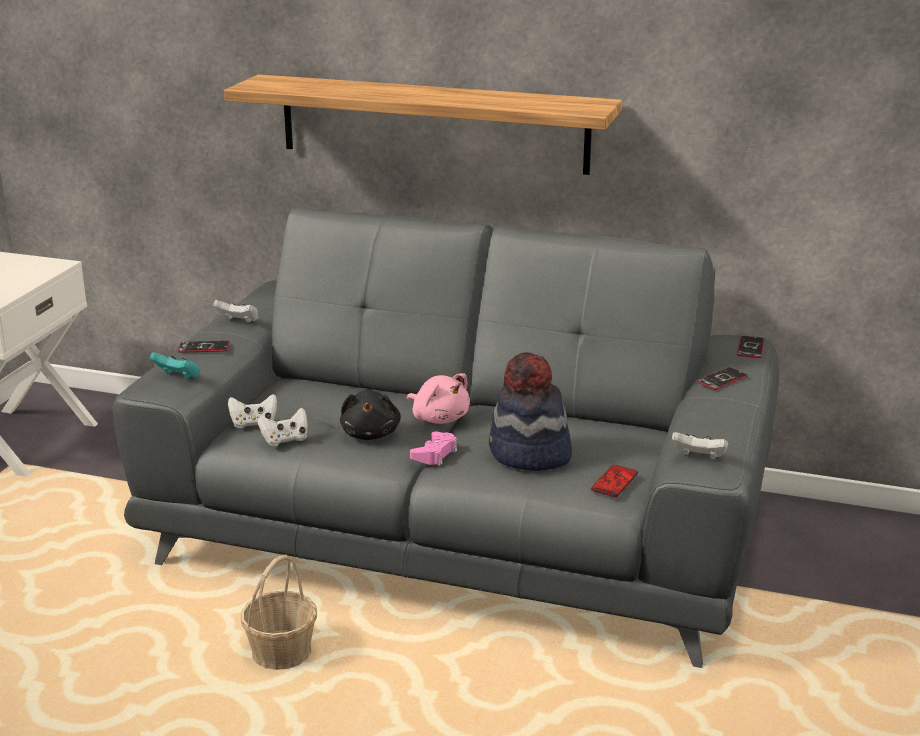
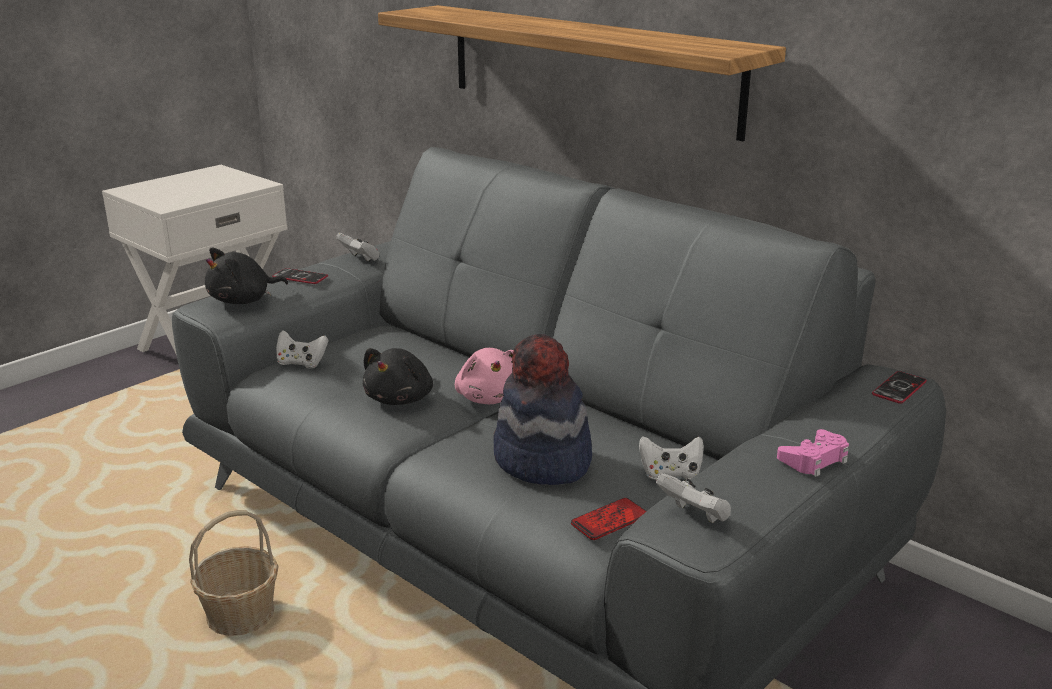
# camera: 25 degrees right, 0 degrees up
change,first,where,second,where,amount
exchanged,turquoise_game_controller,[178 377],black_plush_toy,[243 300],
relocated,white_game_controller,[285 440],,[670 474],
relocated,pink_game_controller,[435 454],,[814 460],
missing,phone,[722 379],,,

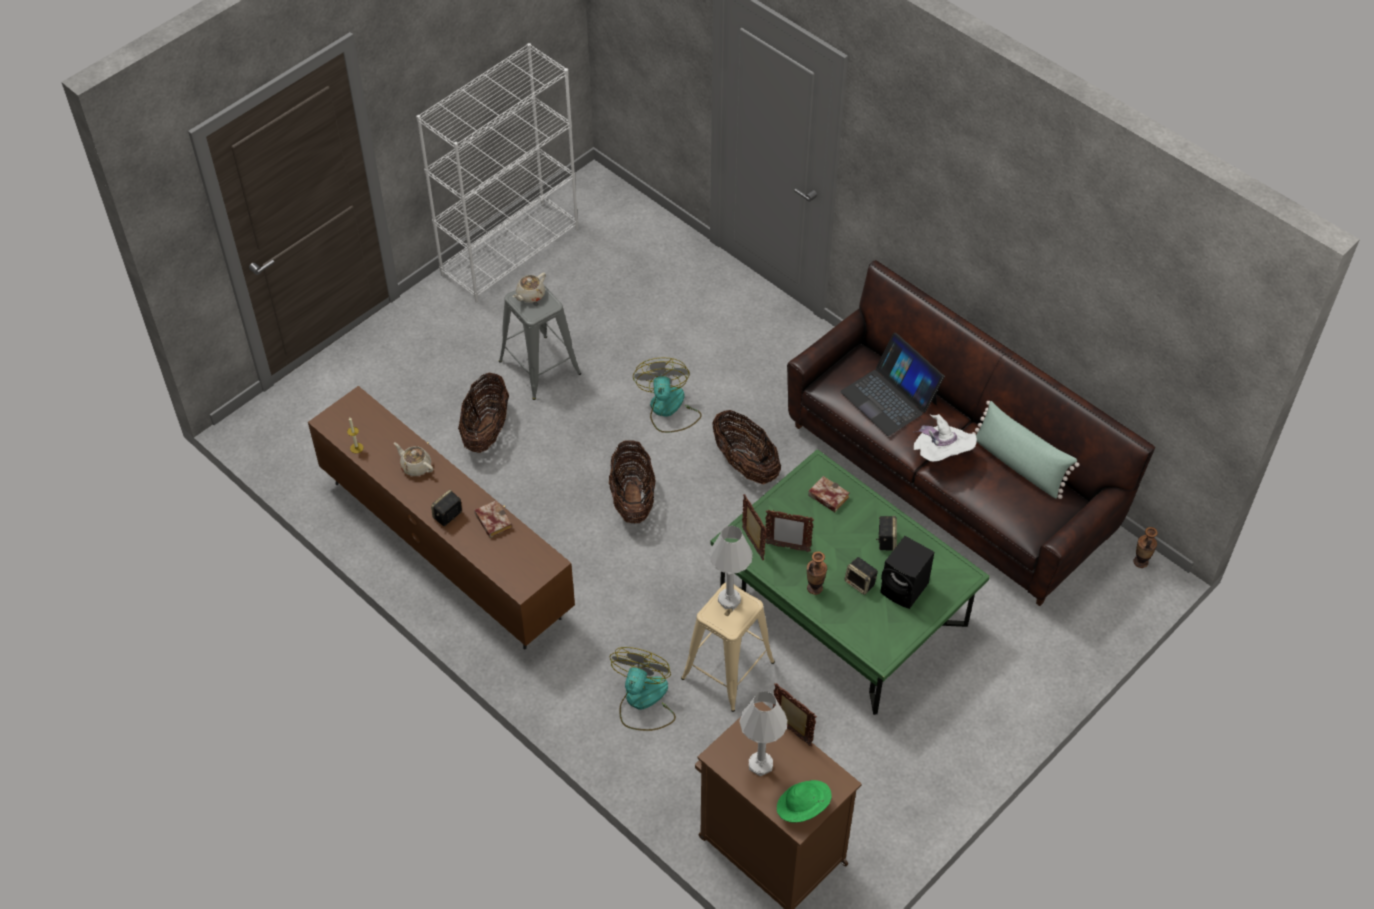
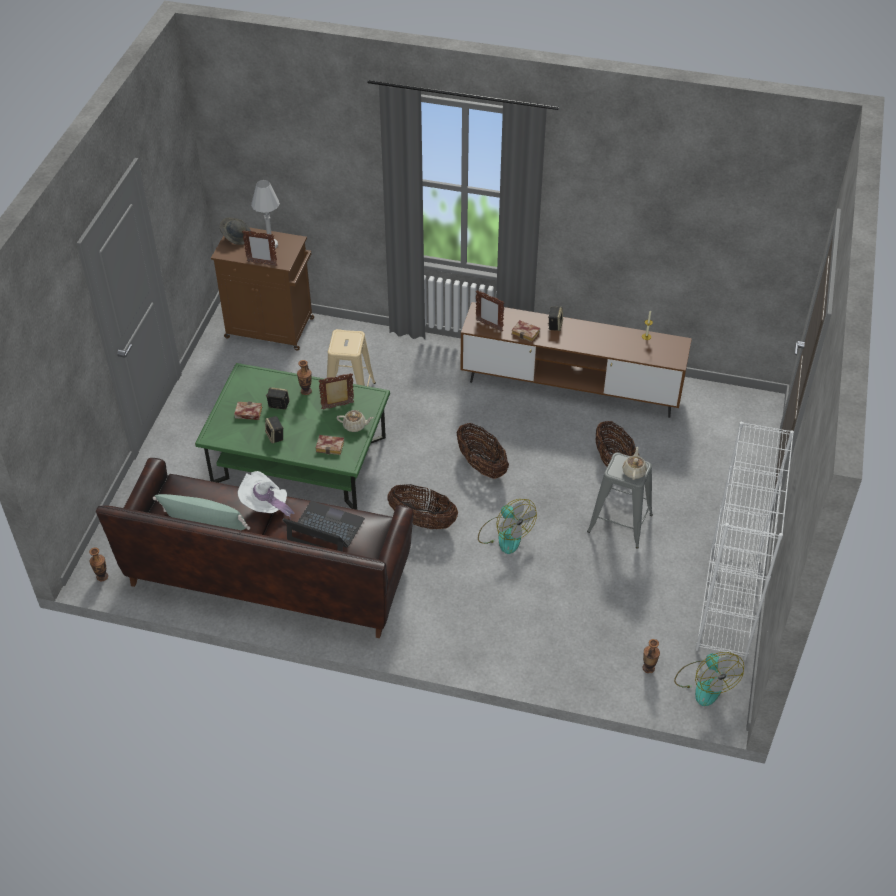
# camera: 150 degrees right, 5 degrees down
change,first,where,second,where,amount
colour,green_hat,[802 808],grey_hat,[236 237],
exchanged,black_speaker,[905 589],book,[247 413],
relocated,beige_teapot,[415 466],,[355 426],
relocated,picture_frame,[752 544],,[489 326],
appeared,,,vase,[648 668],
relocated,fan,[643 702],,[704 683],
missing,white_table_lamp,[729 599],,,

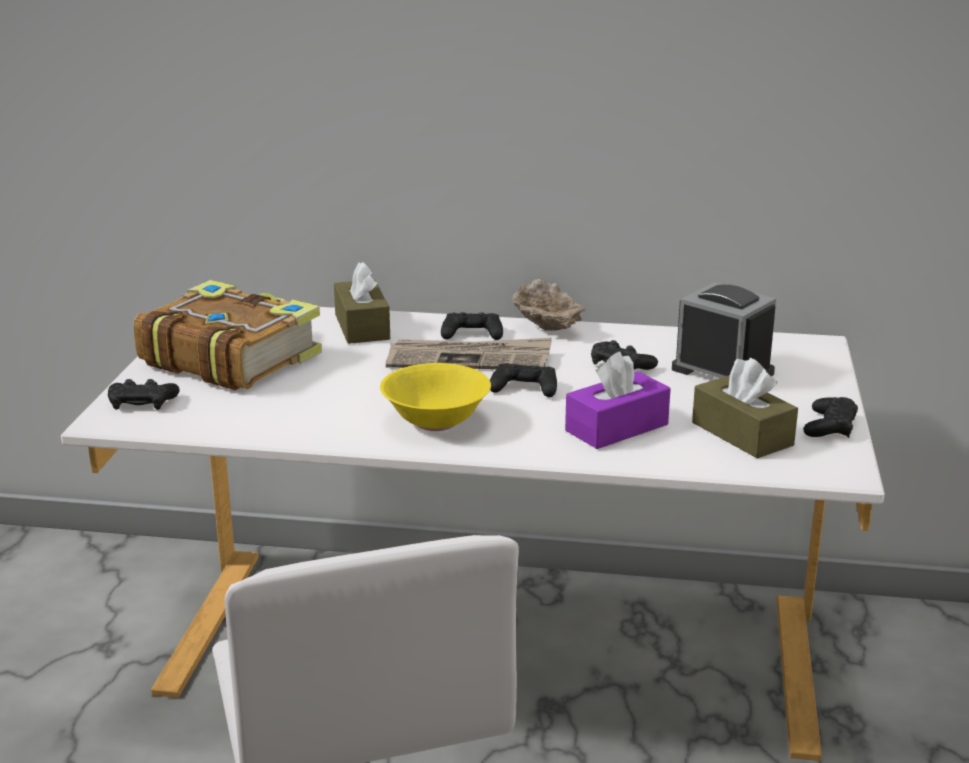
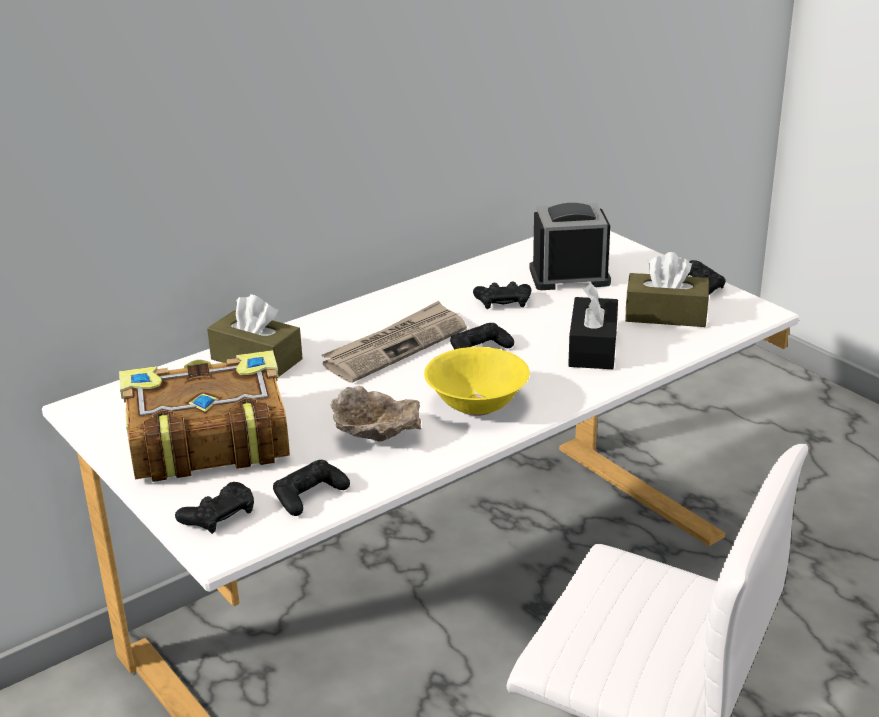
# camera: 45 degrees left, 5 degrees up
change,first,where,second,where,amount
relocated,black_game_controller,[472 334],,[309 495],
relocated,beige_bowl,[547 329],,[377 439],
colour,purple_tissue_box,[616 427],black_tissue_box,[593 348],

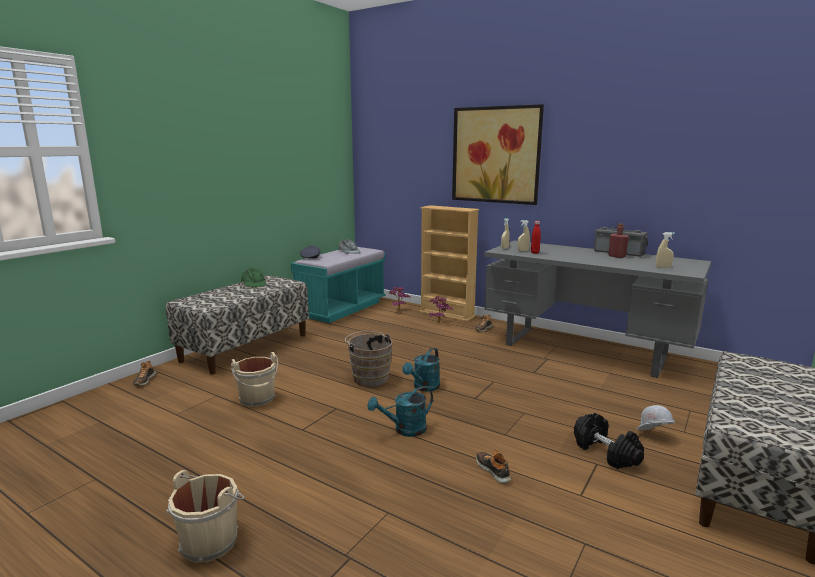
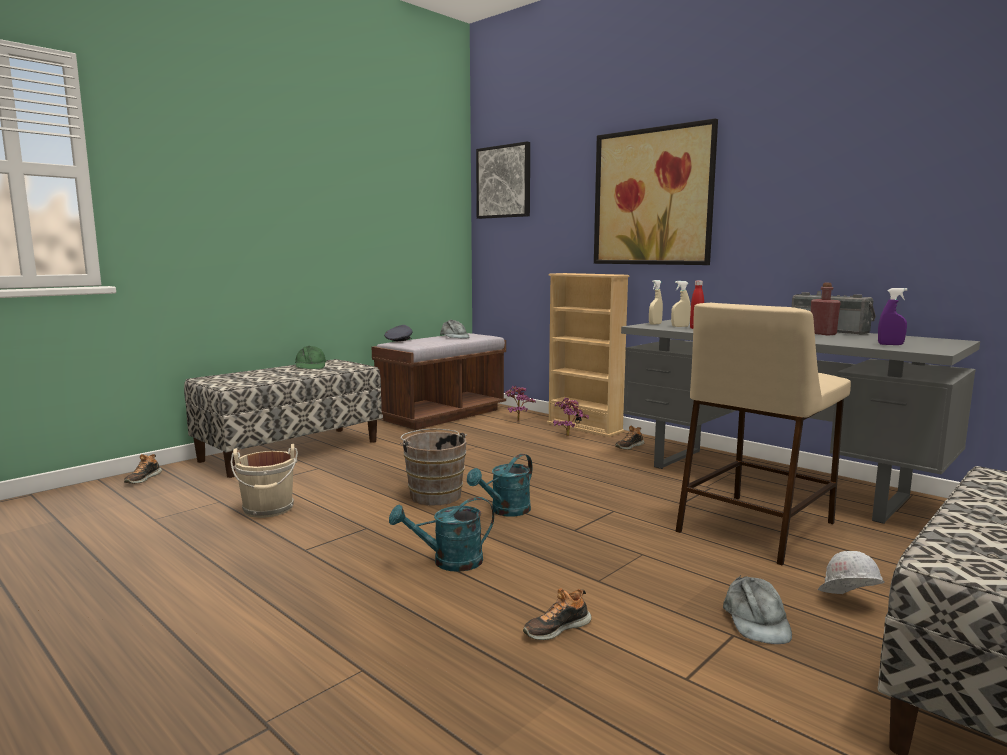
# camera: 10 degrees right, 5 degrees down
change,first,where,second,where,amount
colour,turquoise_bench,[341 309],brown_bench,[442 415],
appeared,,,picture,[504 182],
spun,shoe,[493 470],,[556 628],105 degrees counterclockwise
appeared,,,beige_stool,[756 526],
exchanged,black_dumbbell,[606 453],grey_cap,[756 620],
colour,beige_spray_bottle,[663 267],purple_spray_bottle,[890 344],
missing,beige_bucket,[211 541],,,

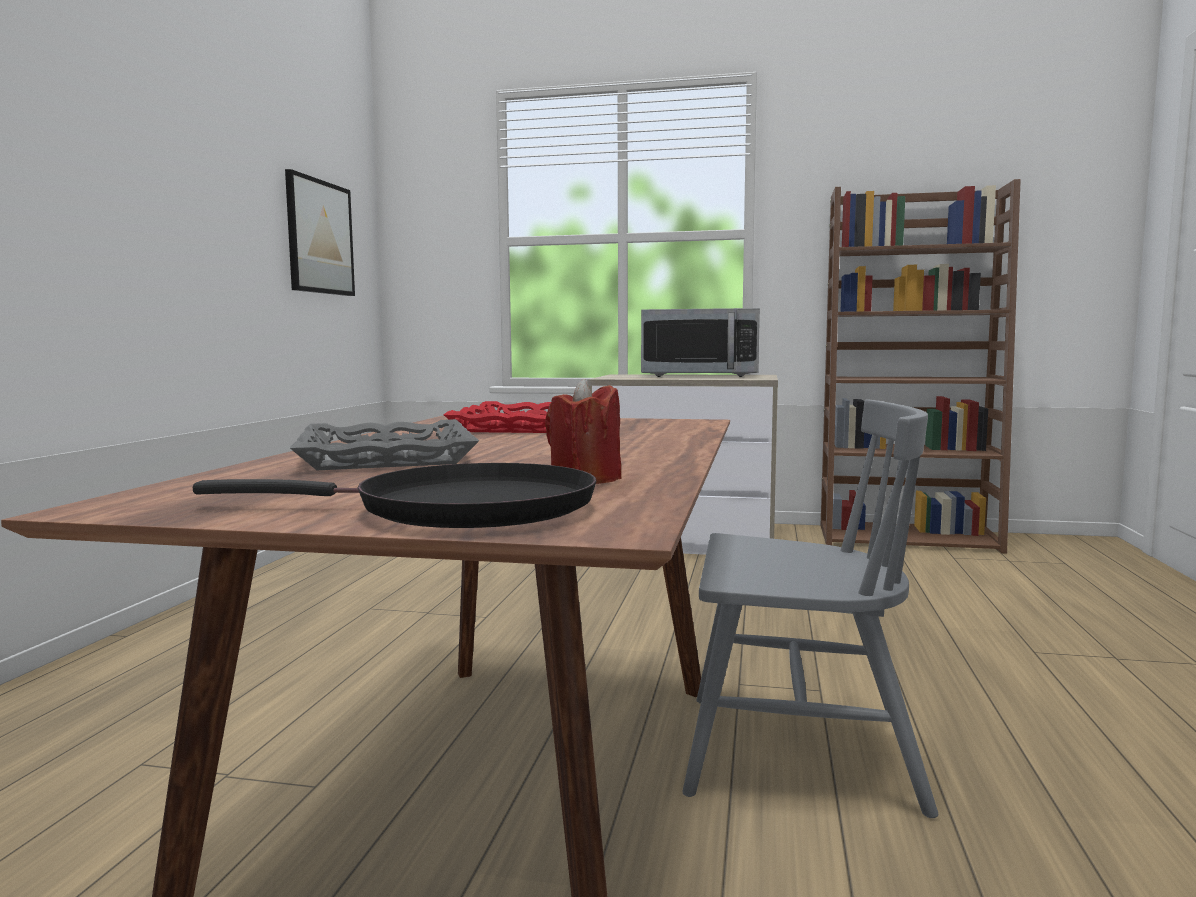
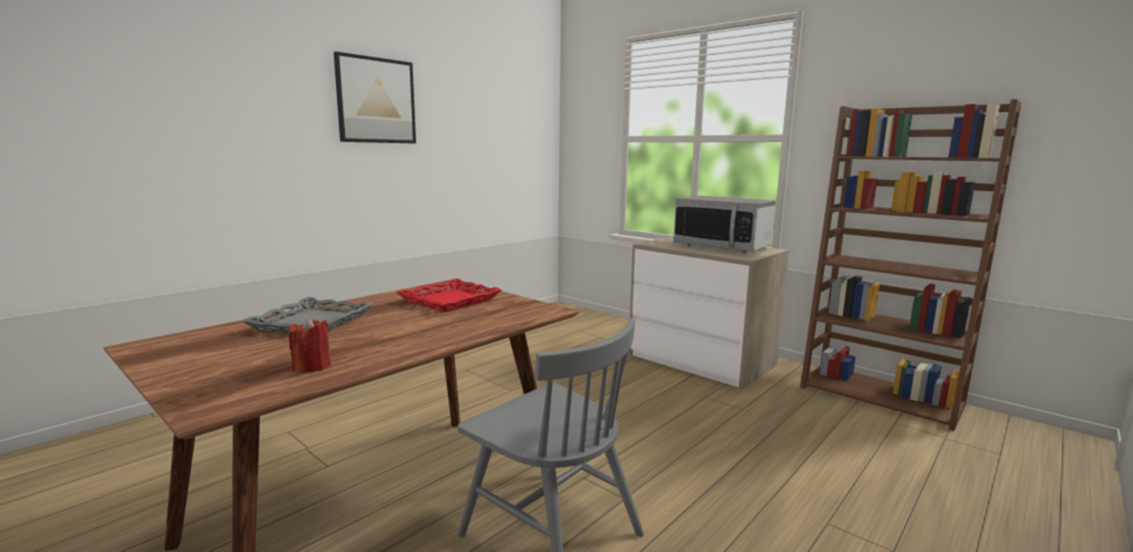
# camera: 30 degrees right, 5 degrees up
change,first,where,second,where,amount
relocated,picture,[319 237],,[376 100],
missing,black_frying_pan,[460 509],,,

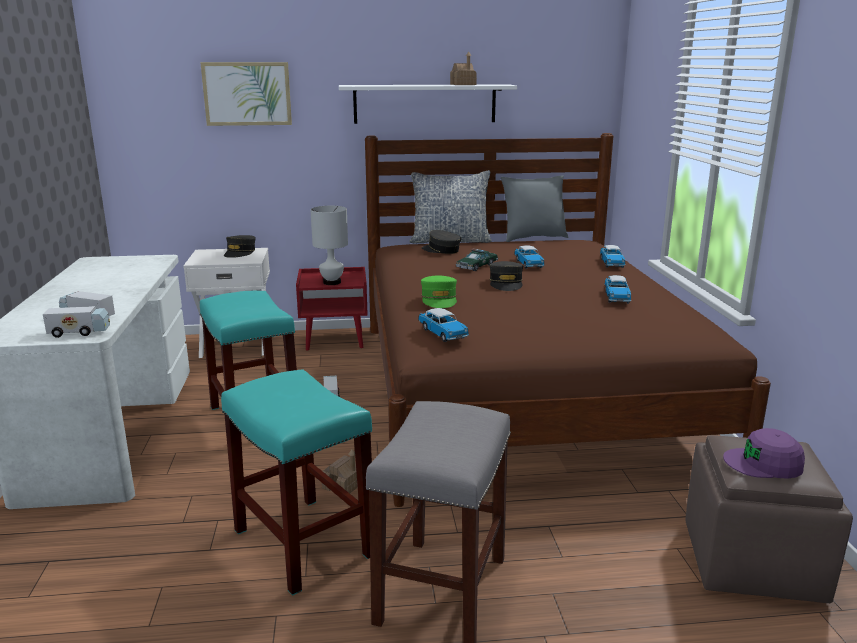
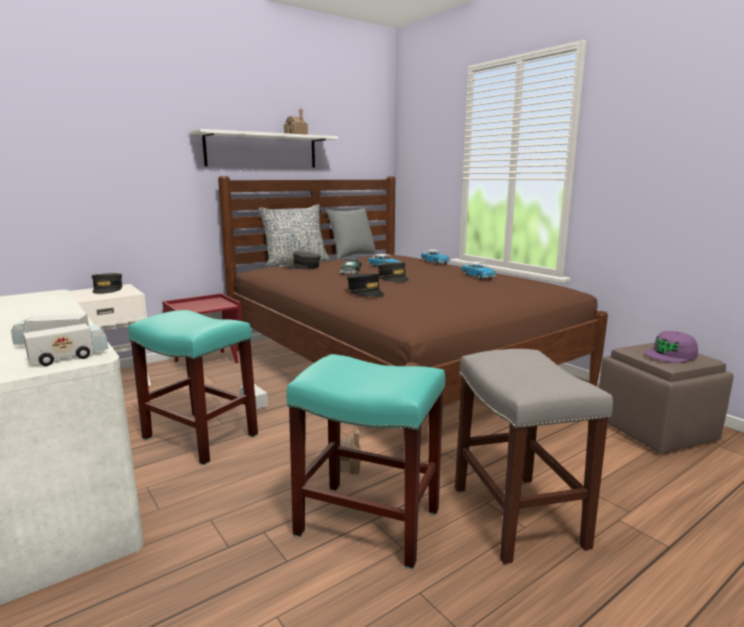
# camera: 30 degrees left, 5 degrees down
change,first,where,second,where,amount
colour,green_cap,[439 300],black_cap,[365 292],
missing,picture,[247 94],,,
missing,white_table_lamp,[331 282],,,
missing,toy_car,[443 333],,,

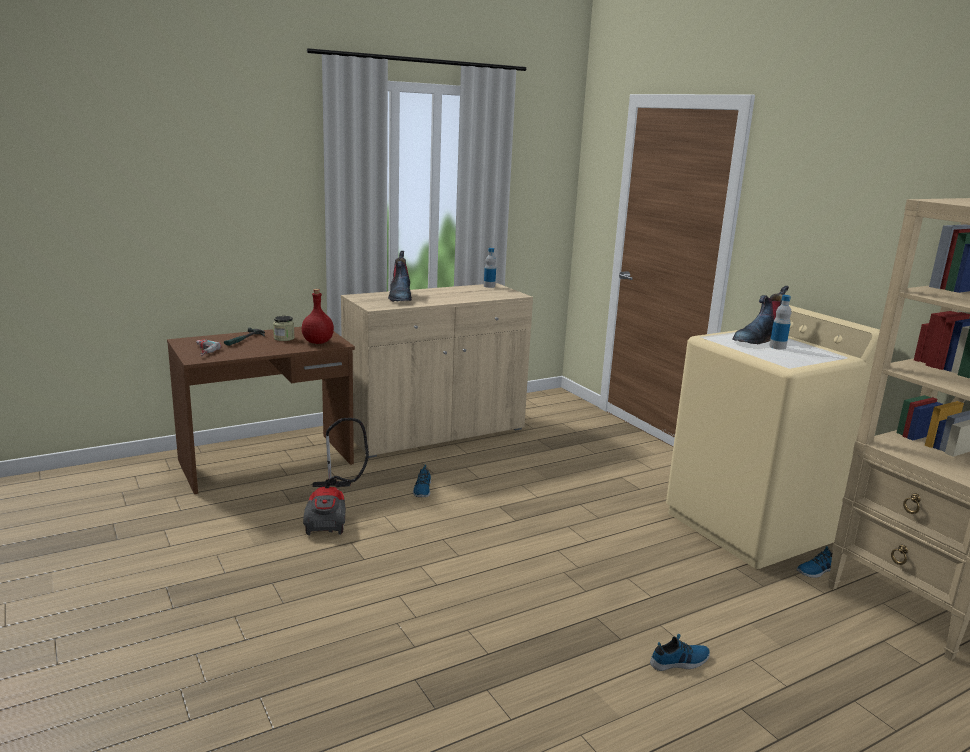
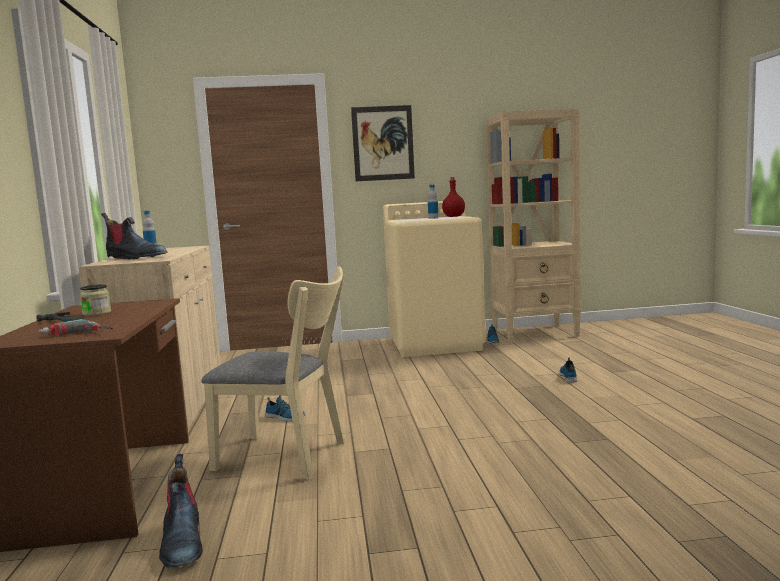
# camera: 65 degrees left, 10 degrees down
change,first,where,second,where,amount
relocated,boot,[757 339],,[182 542],
exchanged,vacuum_cleaner,[332 514],beige_chair,[289 457],
appeared,,,picture,[383 143],
relocated,red_bottle,[317 342],,[453 216],

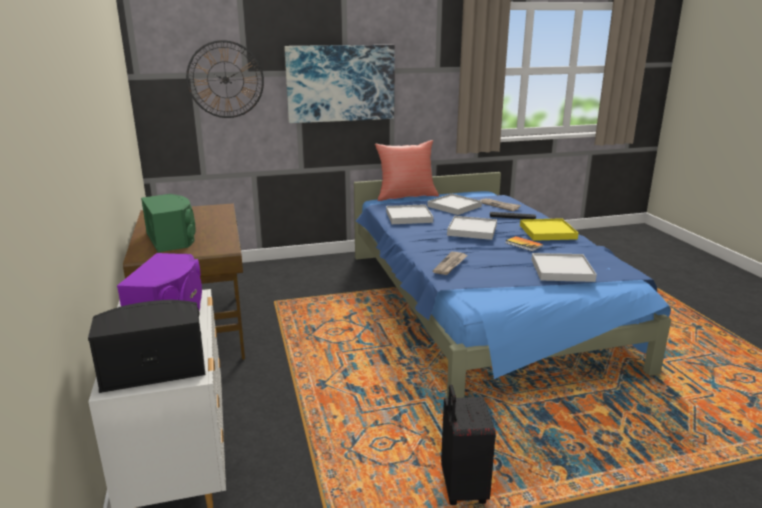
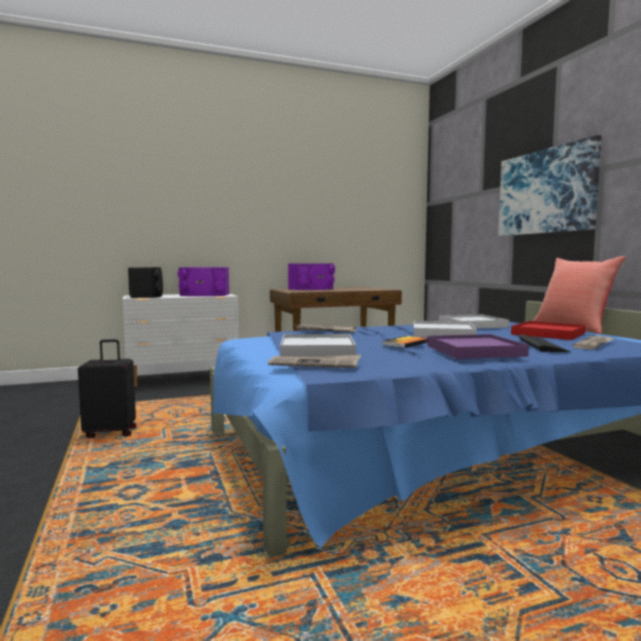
# camera: 85 degrees right, 15 degrees down
change,first,where,second,where,amount
appeared,,,newspaper,[315 364],
colour,green_speaker,[172 239],purple_speaker,[312 289],
colour,yellow_tray,[547 232],purple_tray,[475 351],
colour,white_tray,[454 206],red_tray,[548 334],
missing,wall_clock,[225 79],,,

